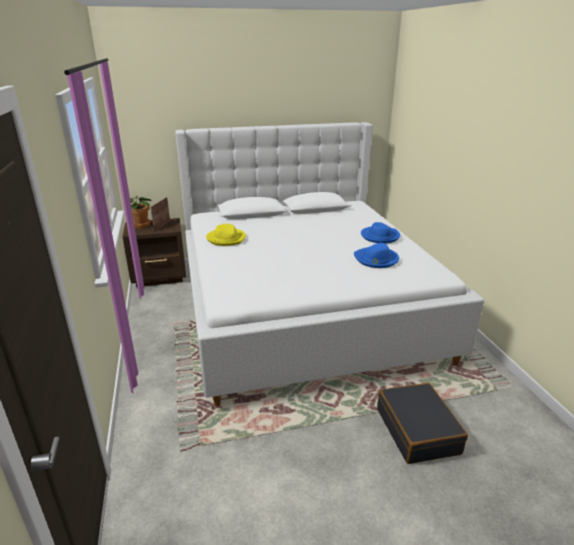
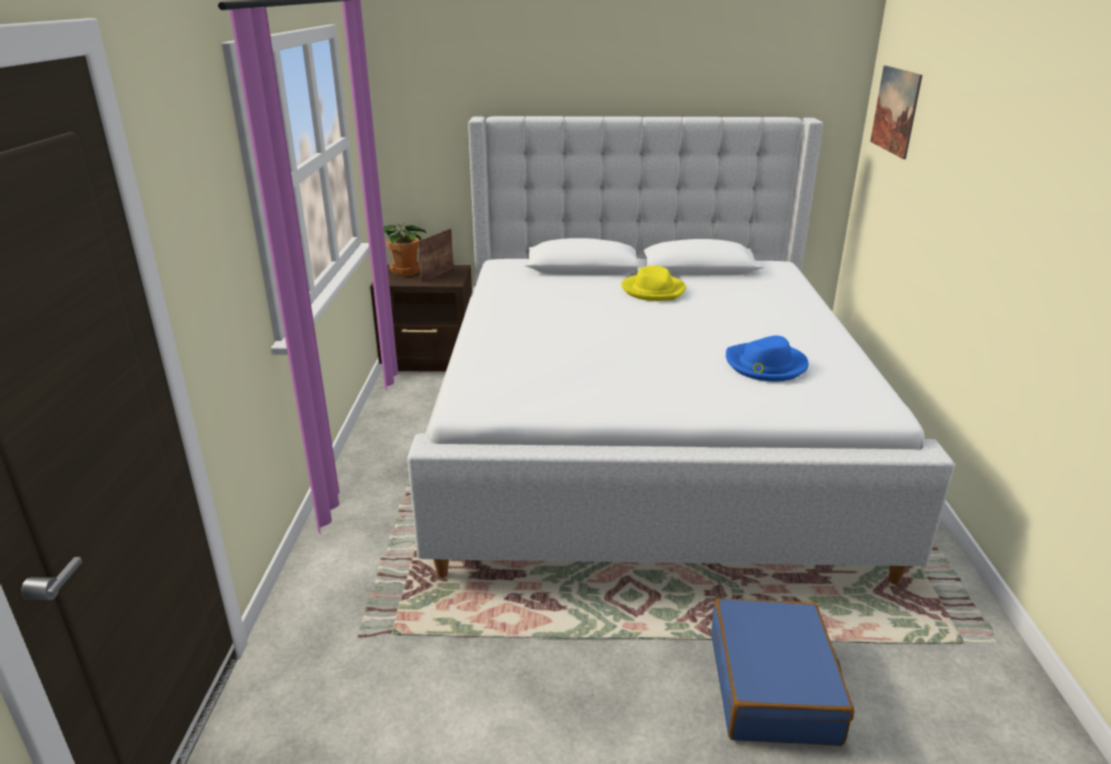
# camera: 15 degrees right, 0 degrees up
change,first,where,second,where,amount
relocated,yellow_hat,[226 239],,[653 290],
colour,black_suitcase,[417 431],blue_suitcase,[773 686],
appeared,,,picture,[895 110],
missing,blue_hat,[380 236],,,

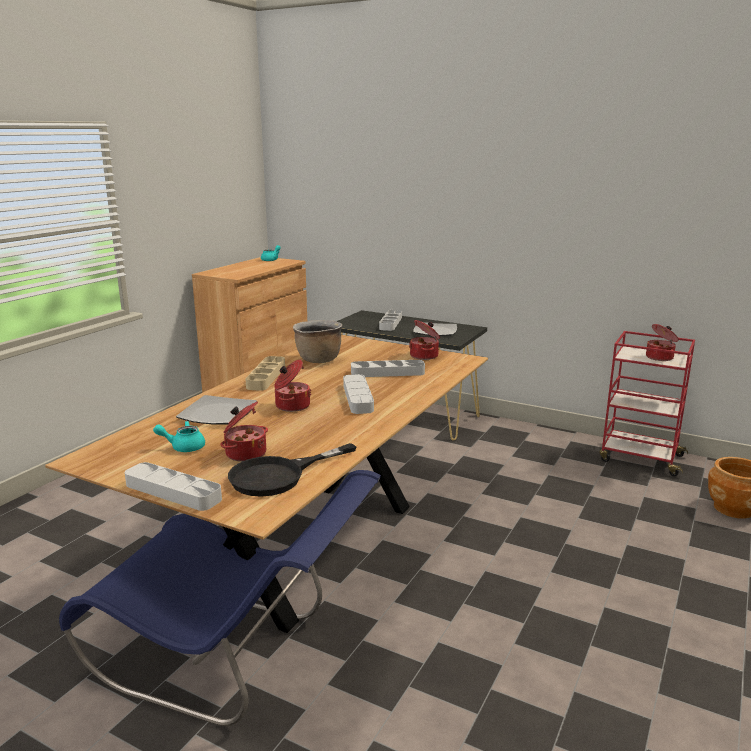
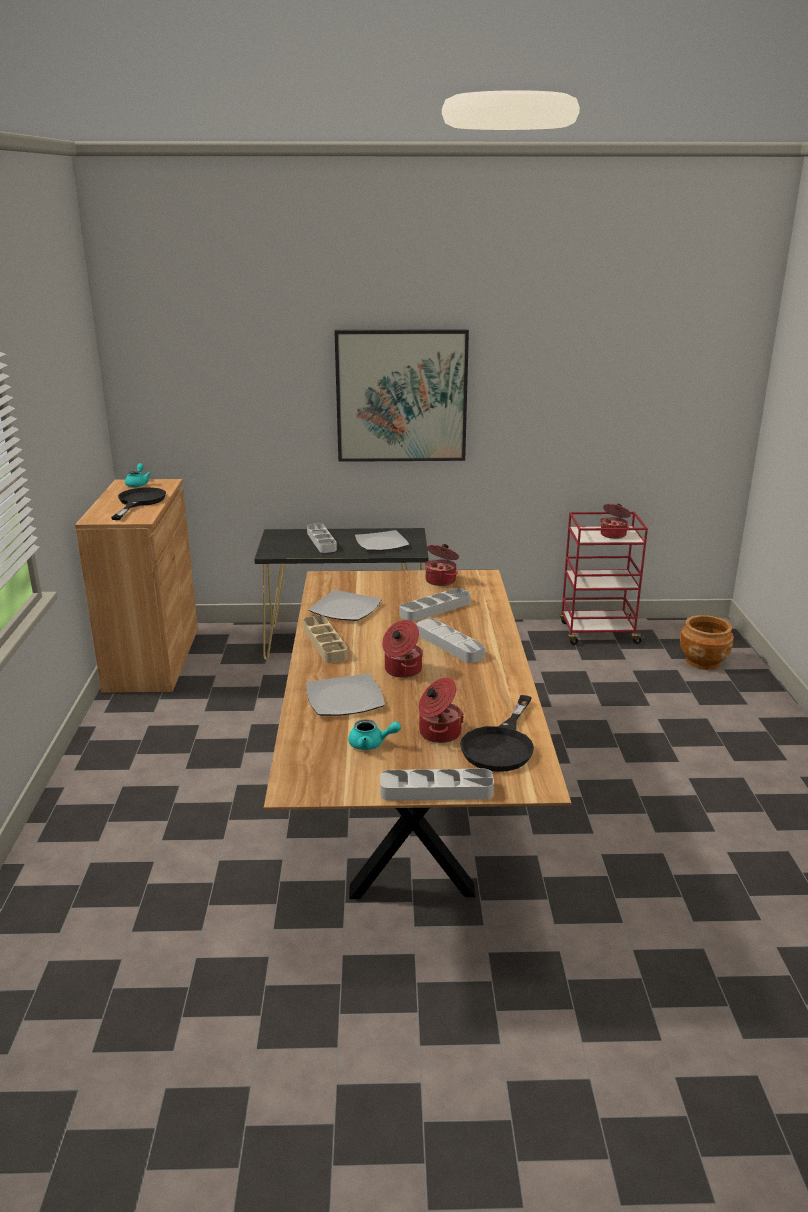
# camera: 30 degrees left, 5 degrees up
change,first,where,second,where,amount
appeared,,,black_frying_pan,[138 502],
exchanged,brown_cooking_pot,[318 360],plate,[345 609],
appeared,,,picture,[401 396],
spun,turquoise_teapot,[183 447],,[371 744],135 degrees counterclockwise
missing,blue_chair,[230 657],,,

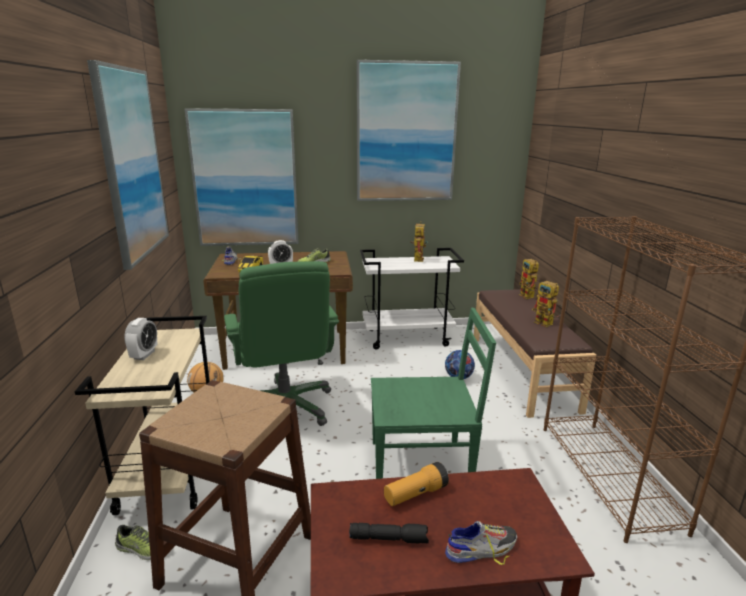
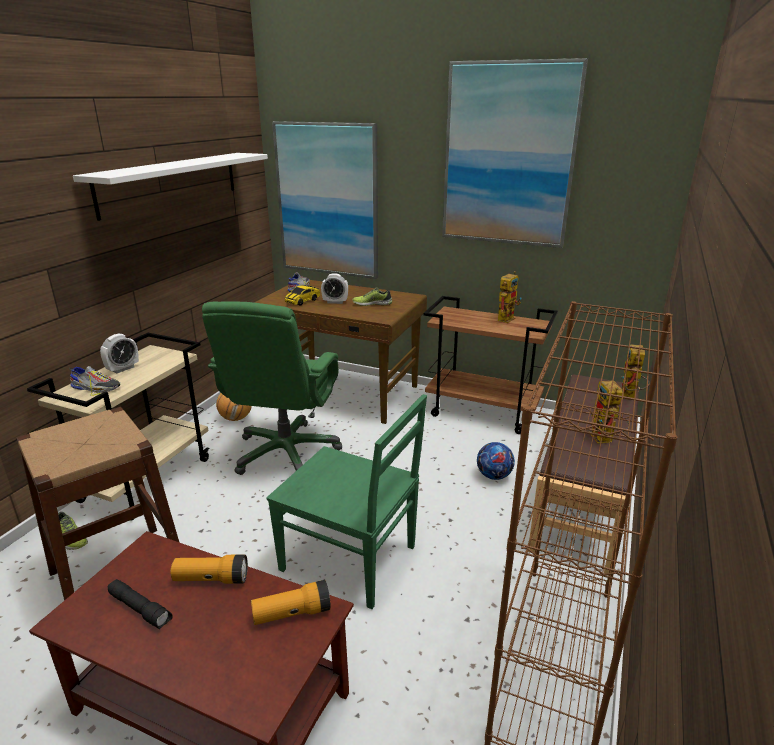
# camera: 30 degrees right, 5 degrees up
change,first,where,second,where,amount
relocated,shoe,[481 548],,[96 387],
exchanged,picture,[132 164],white_shelf,[171 183],
appeared,,,flashlight,[292 614],
colour,white_cart,[408 337],brown_cart,[483 412],

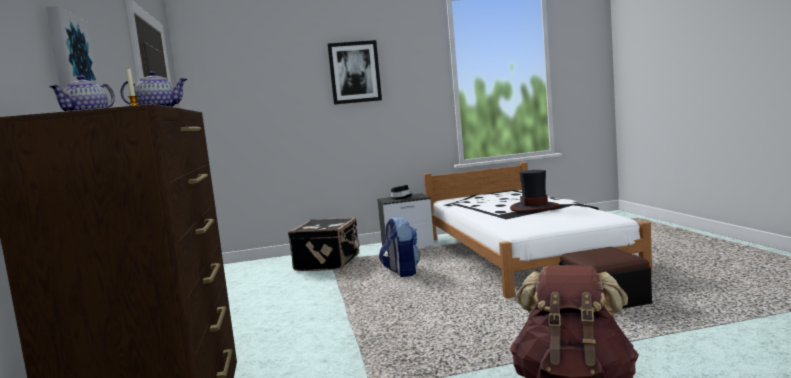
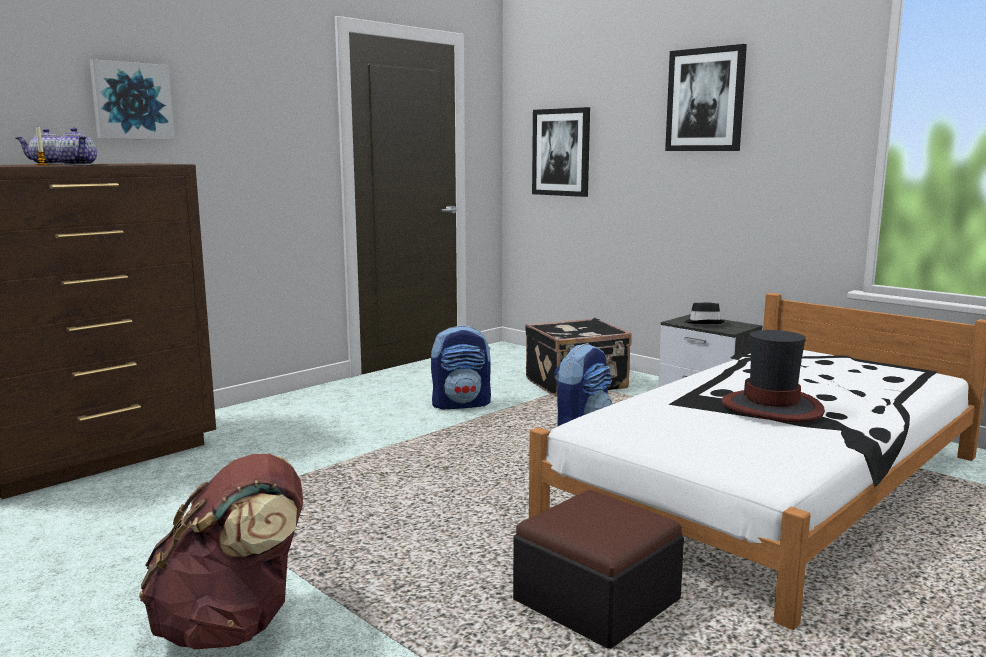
# camera: 55 degrees right, 5 degrees up
change,first,where,second,where,amount
appeared,,,backpack,[461 404],
appeared,,,picture,[561 152],

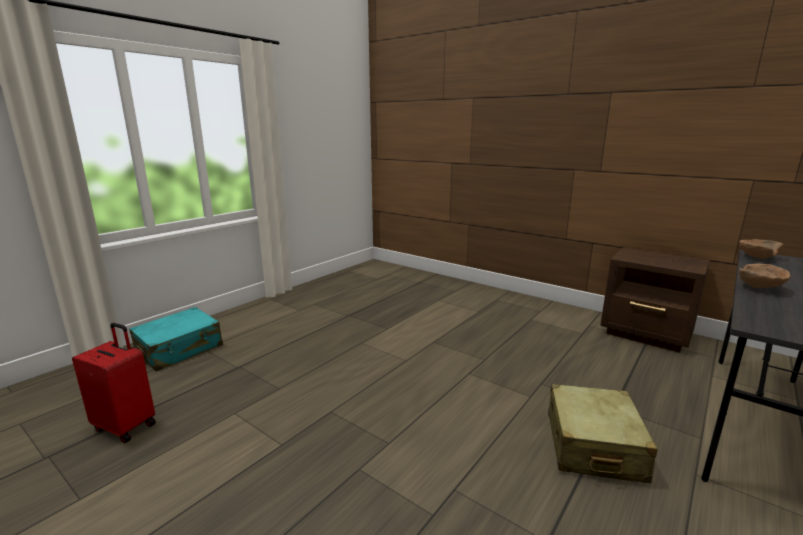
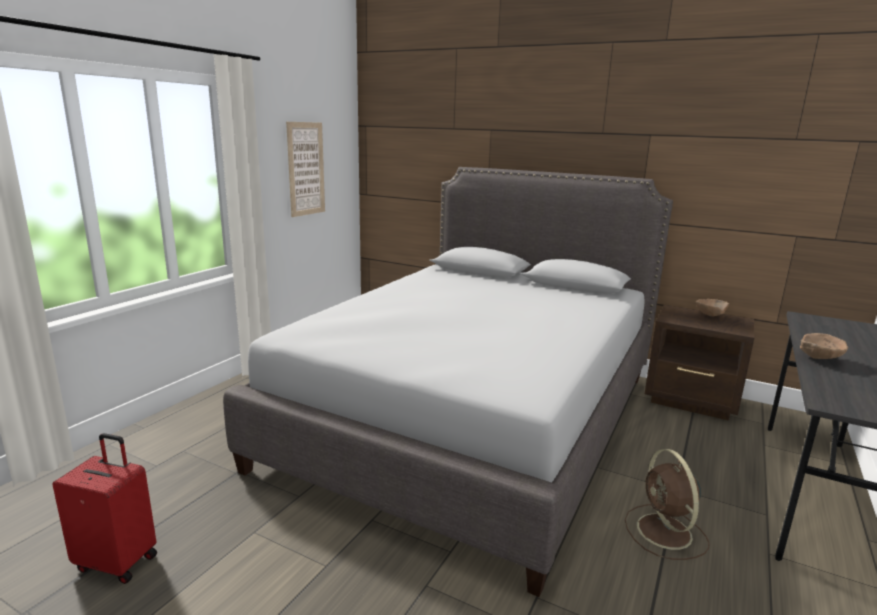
# camera: 10 degrees left, 0 degrees up
change,first,where,second,where,amount
appeared,,,grey_bed,[474 418],
appeared,,,picture,[306 169],
exchanged,beige_suitcase,[592 445],brown_fan,[665 533],
relocated,brown_bowl,[755 257],,[709 315],
missing,turquoise_suitcase,[180 349],,,

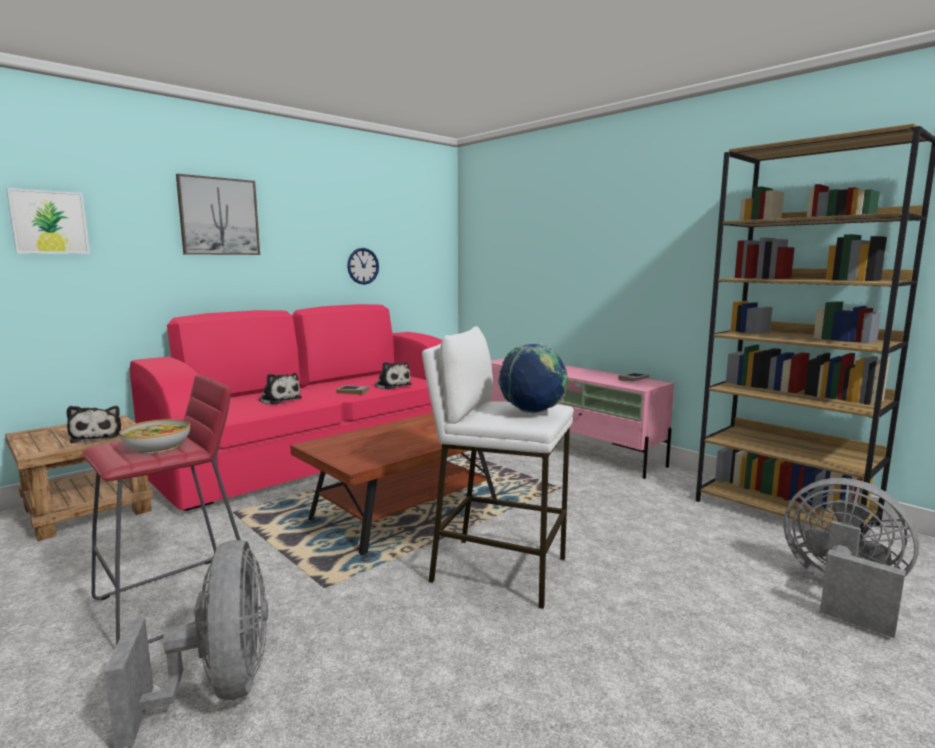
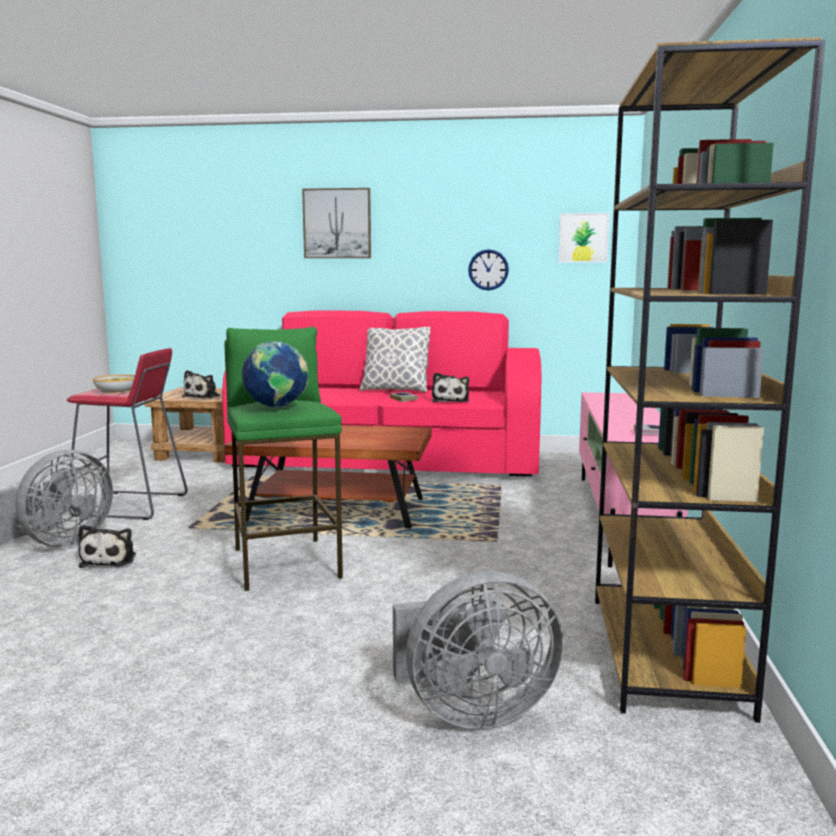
# camera: 50 degrees right, 0 degrees up
change,first,where,second,where,amount
relocated,plush_toy,[279 399],,[110 560],
colour,white_stool,[498 570],green_stool,[286 563],
appeared,,,pillow,[395 390],
spun,grey_fan,[842 593],,[471 711],75 degrees clockwise
relocated,picture,[49 222],,[583 238],

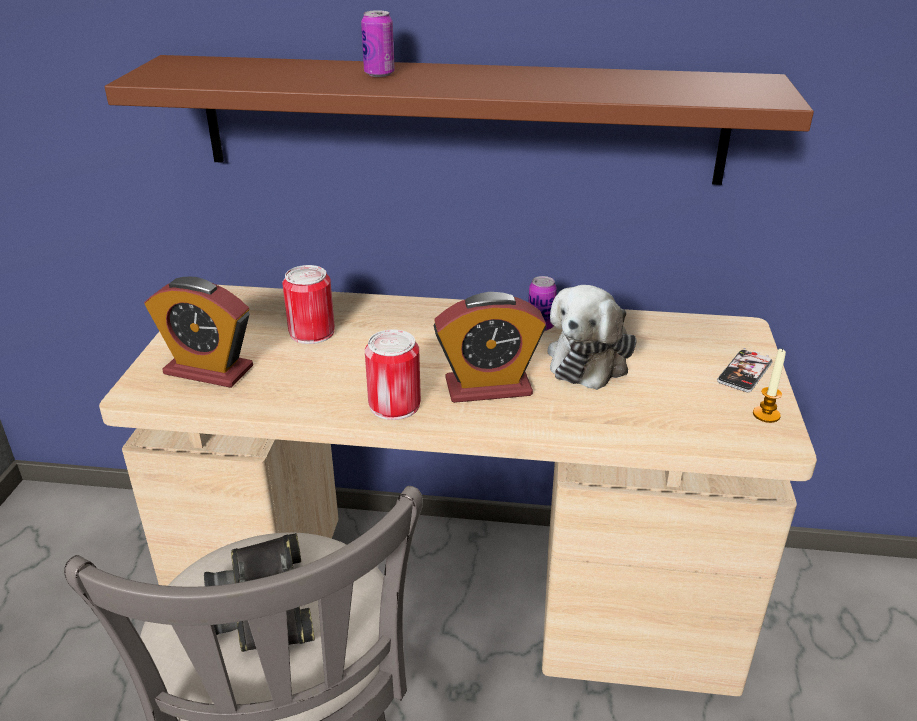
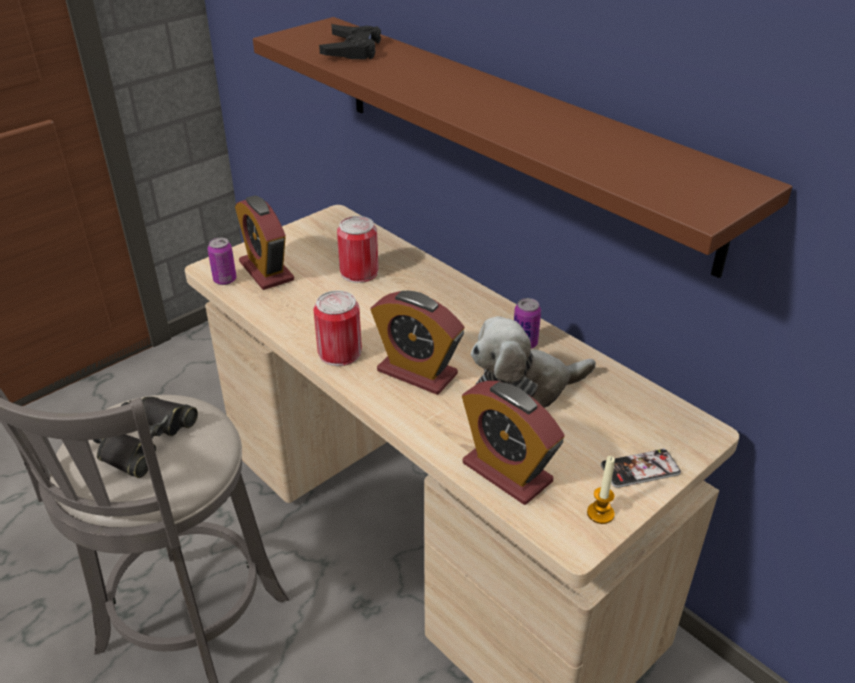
# camera: 40 degrees right, 5 degrees up
change,first,where,second,where,amount
relocated,can,[379 74],,[225 280],
appeared,,,black_game_controller,[352 49],
appeared,,,alarm_clock,[507 472],

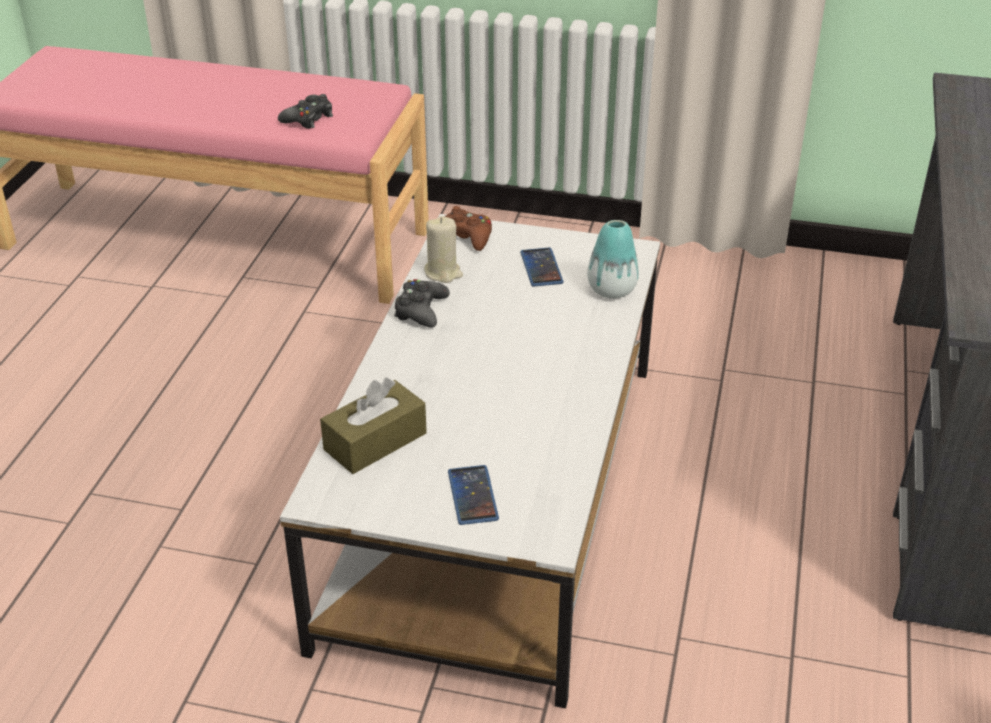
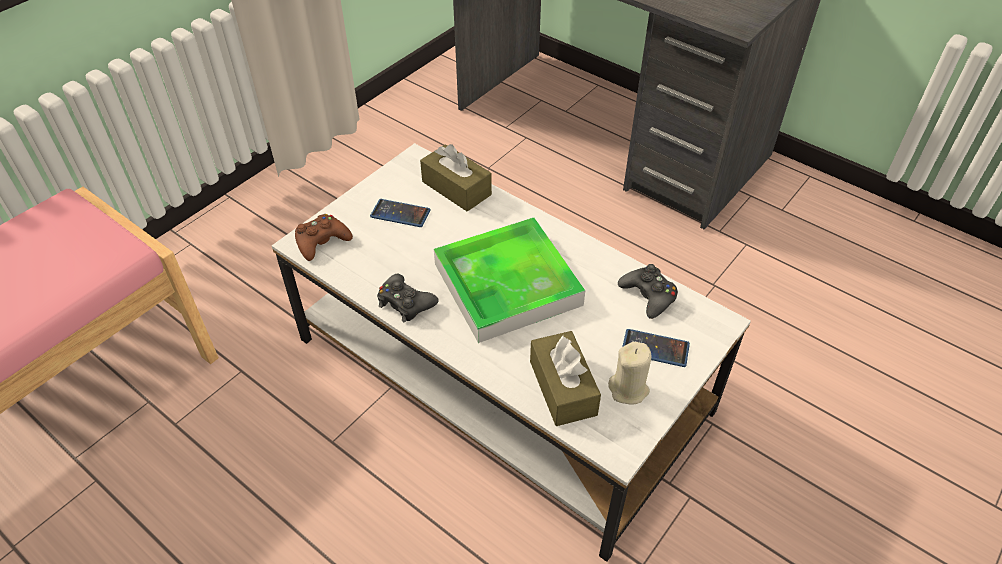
# camera: 65 degrees left, 10 degrees up
change,first,where,second,where,amount
exchanged,vase,[611 290],brown_tissue_box,[456 188],
appeared,,,tray,[507 284],
relocated,beige_candle,[443 272],,[628 389],
relocated,black_game_controller,[308 119],,[648 296],

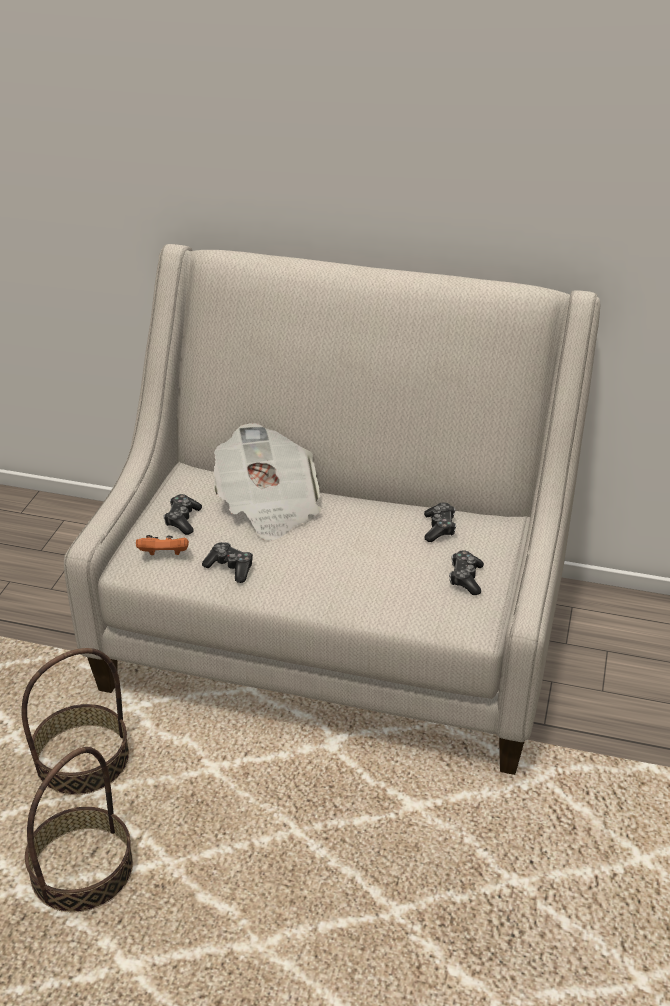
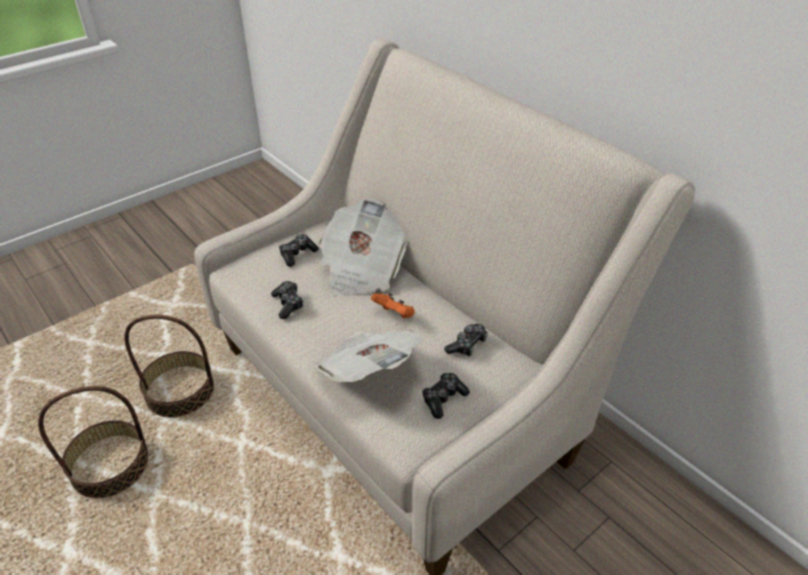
# camera: 35 degrees right, 5 degrees up
change,first,where,second,where,amount
appeared,,,newspaper,[368 371],
relocated,orange_game_controller,[164 556],,[394 314],

